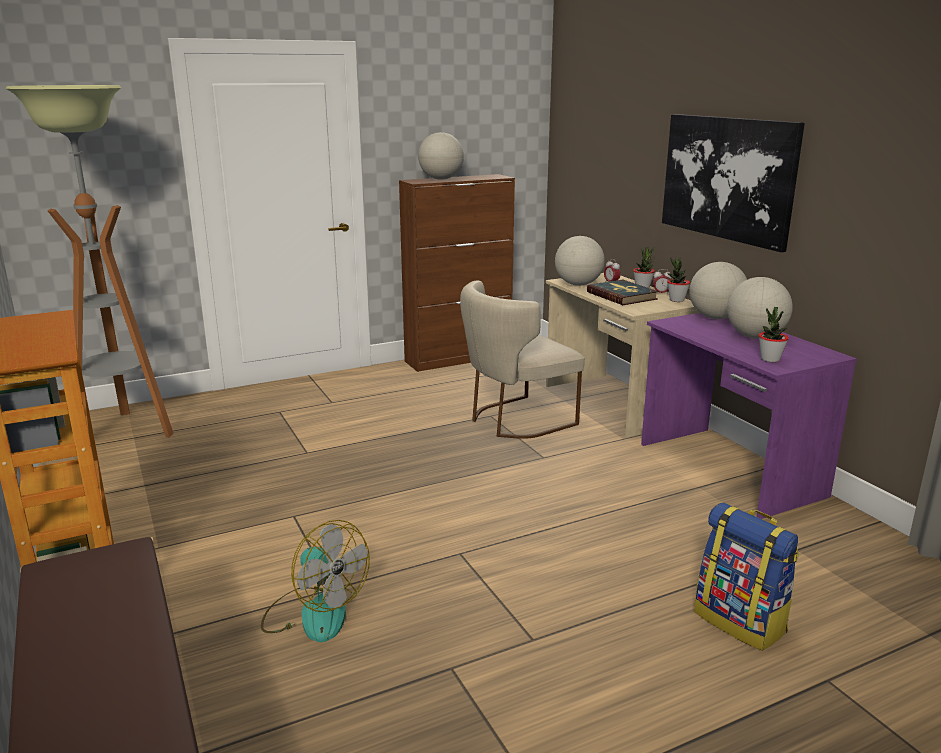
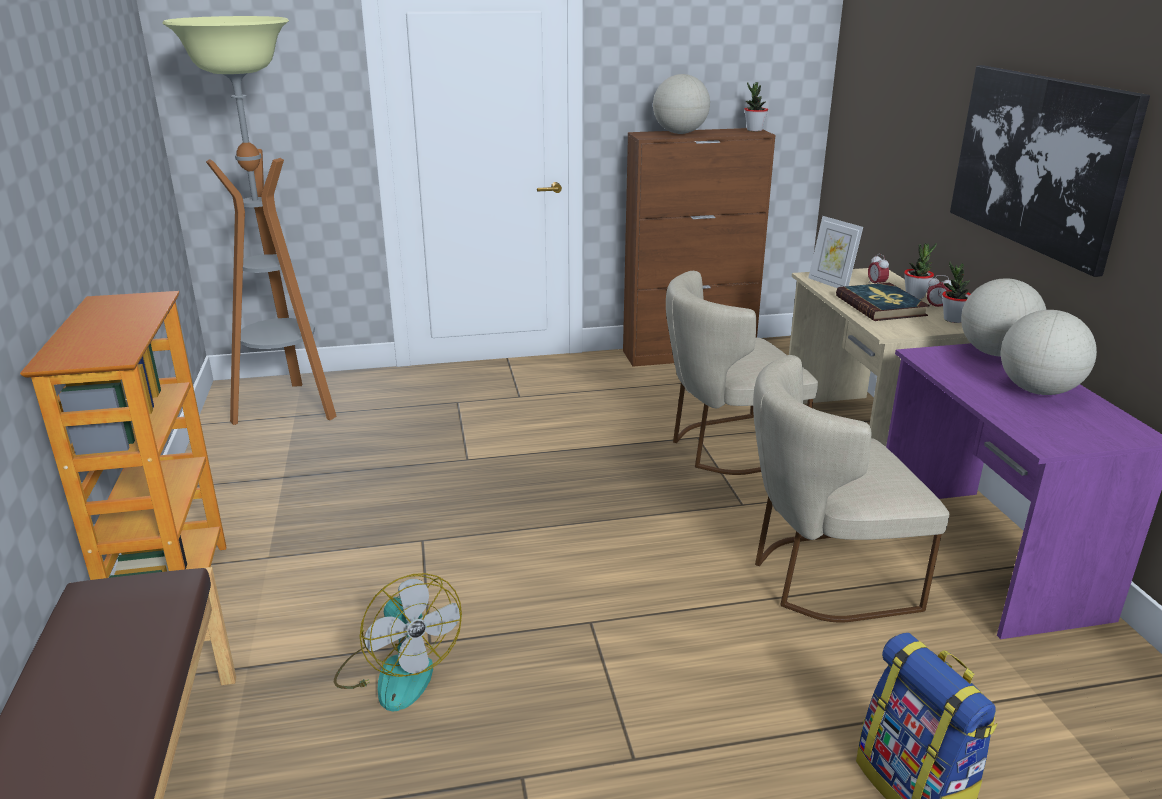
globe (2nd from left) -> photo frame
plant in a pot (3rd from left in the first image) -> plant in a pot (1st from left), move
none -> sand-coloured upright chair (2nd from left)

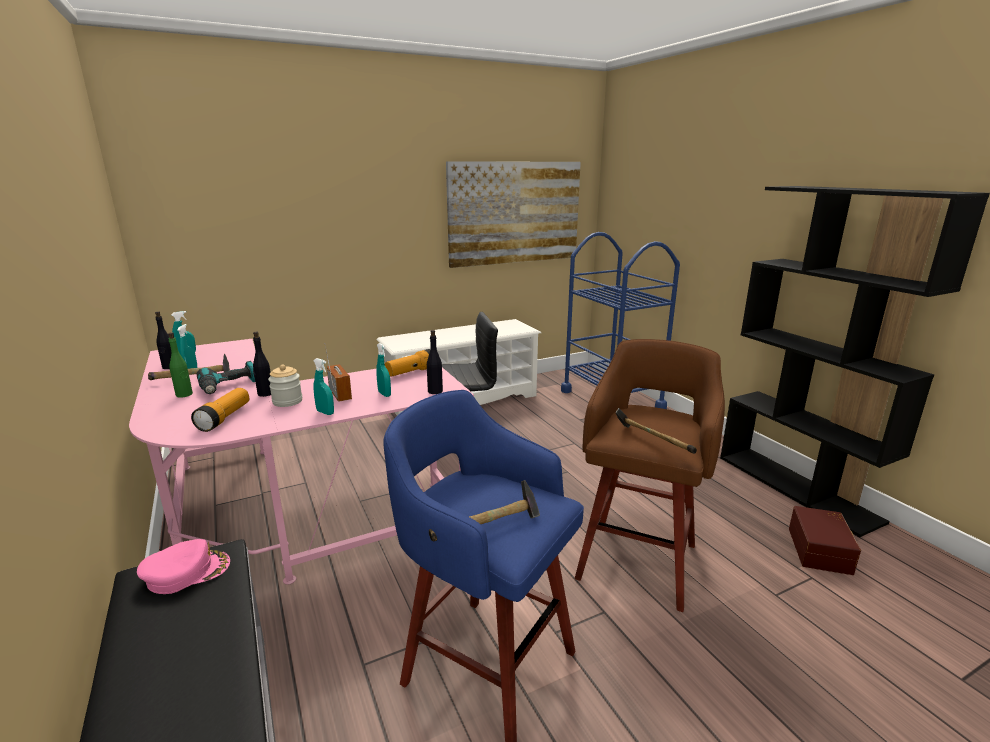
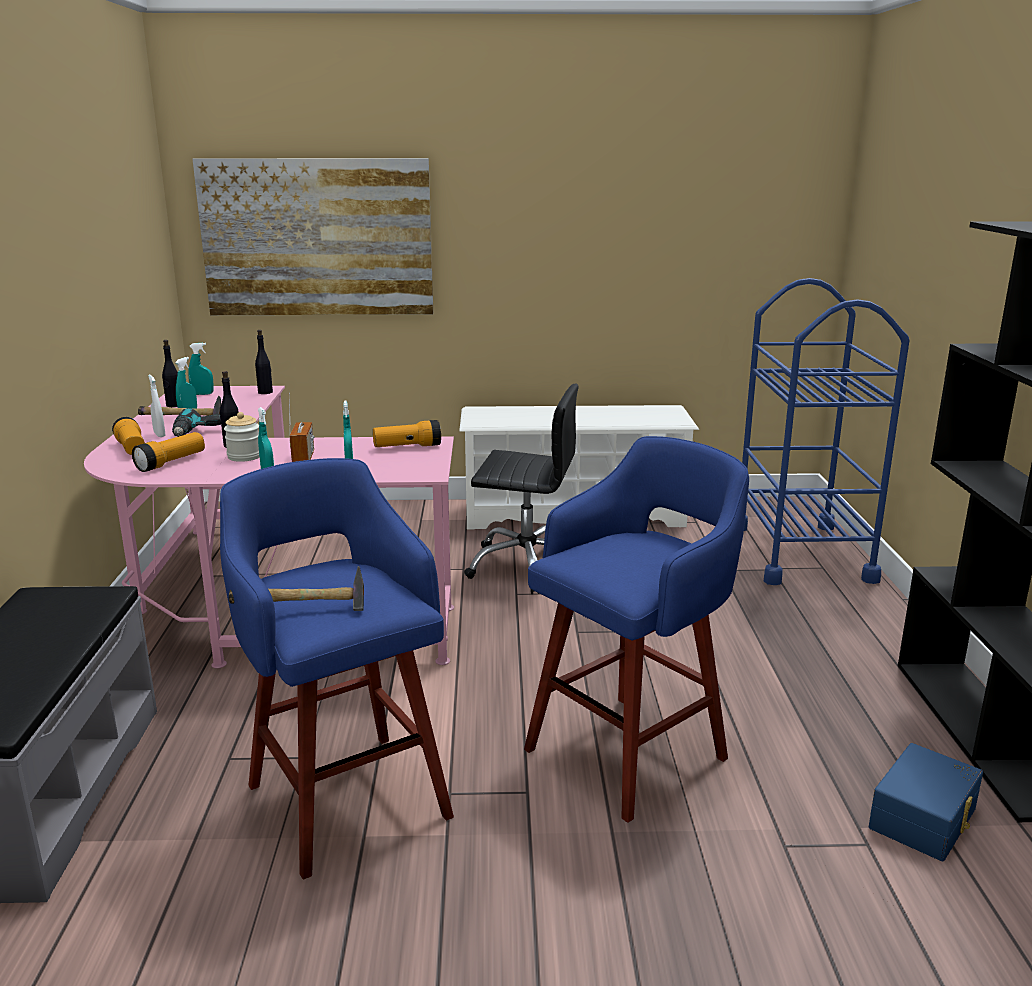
pink-coloured peaked cap -> none
greenish beverage bottle -> whitish sprayer
black-coloured beverage bottle (3rd from left), move
wall picture, move
brownish sitting stool -> bluish sitting stool (2nd from left)
hand hammer (3rd from left) -> none
brownish storage box -> bluish storage box
none -> flashlight (1st from left)

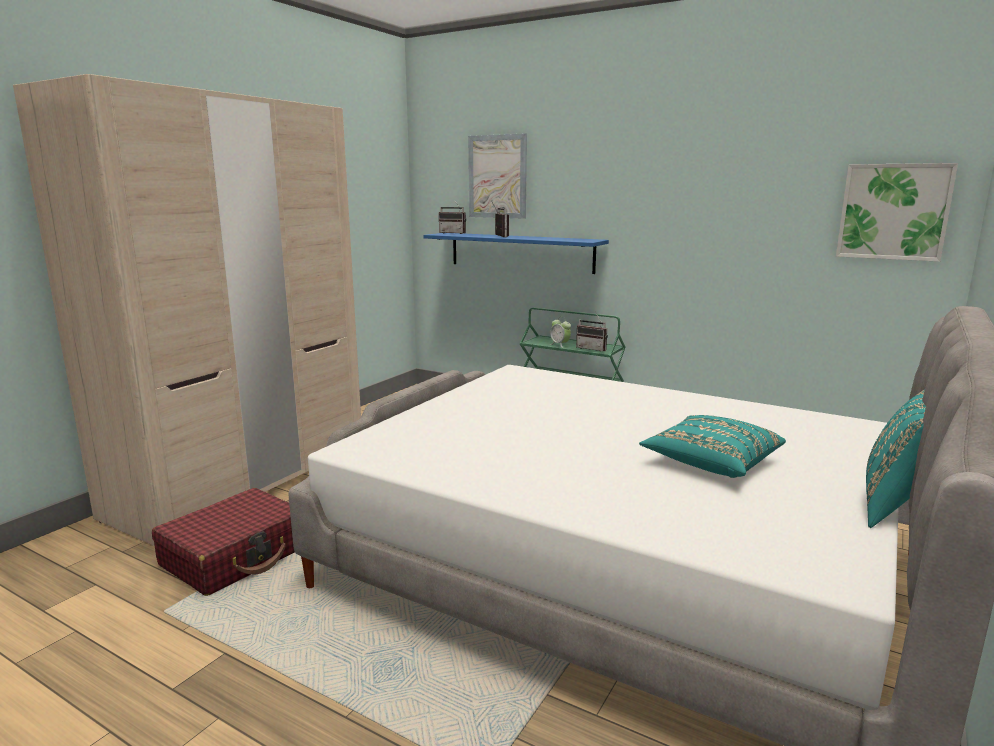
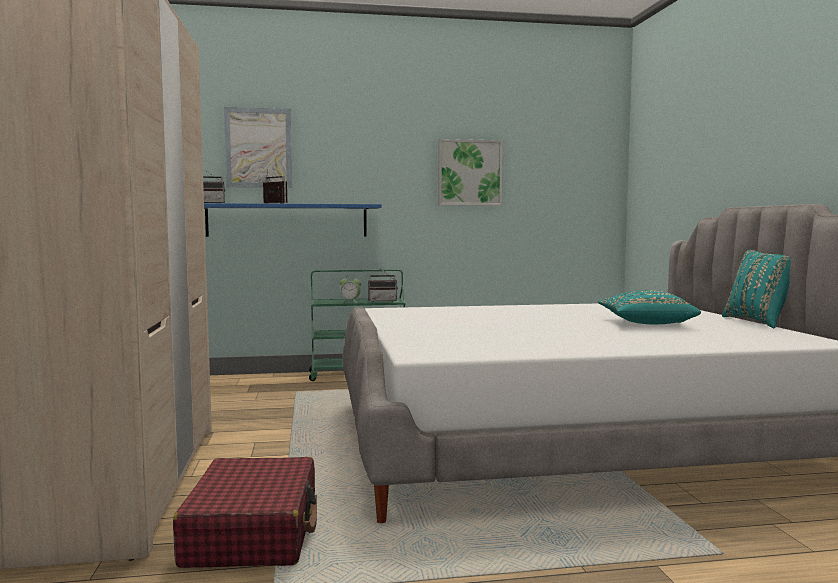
wall picture (2nd from left), move

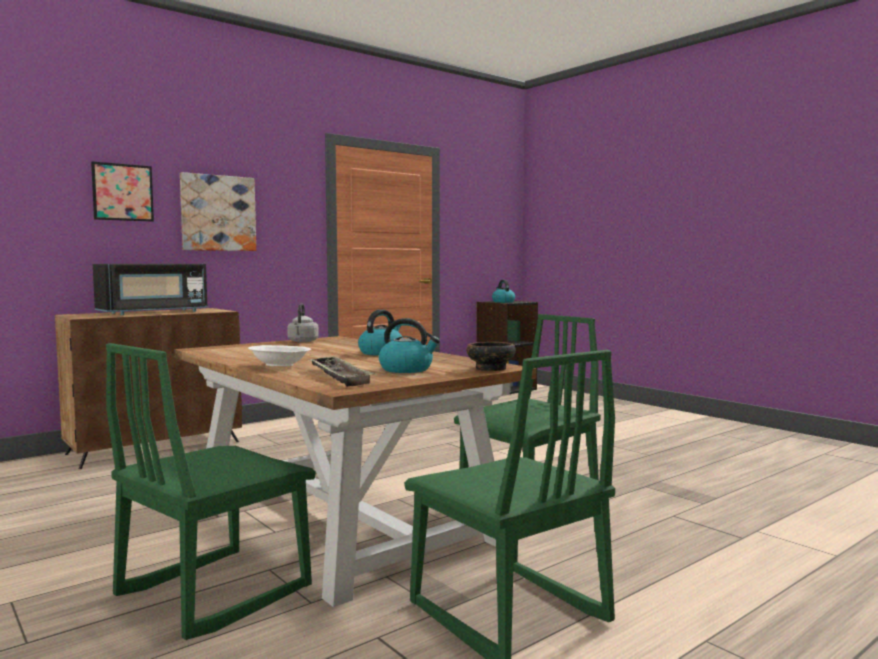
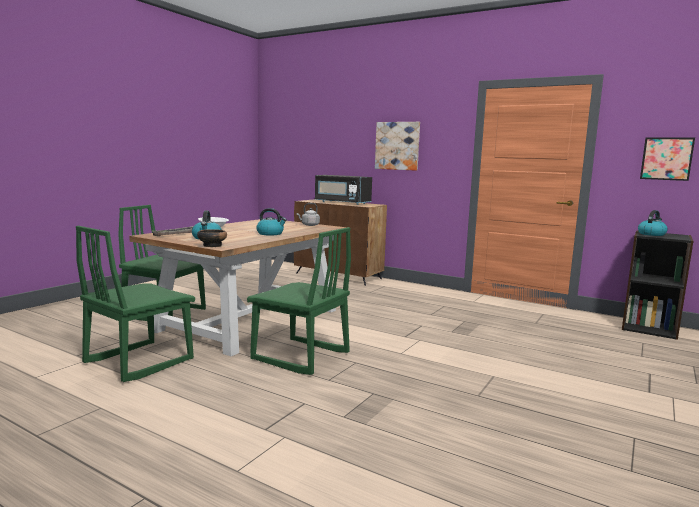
wall picture (1st from left in the first image) -> wall picture (2nd from left), move

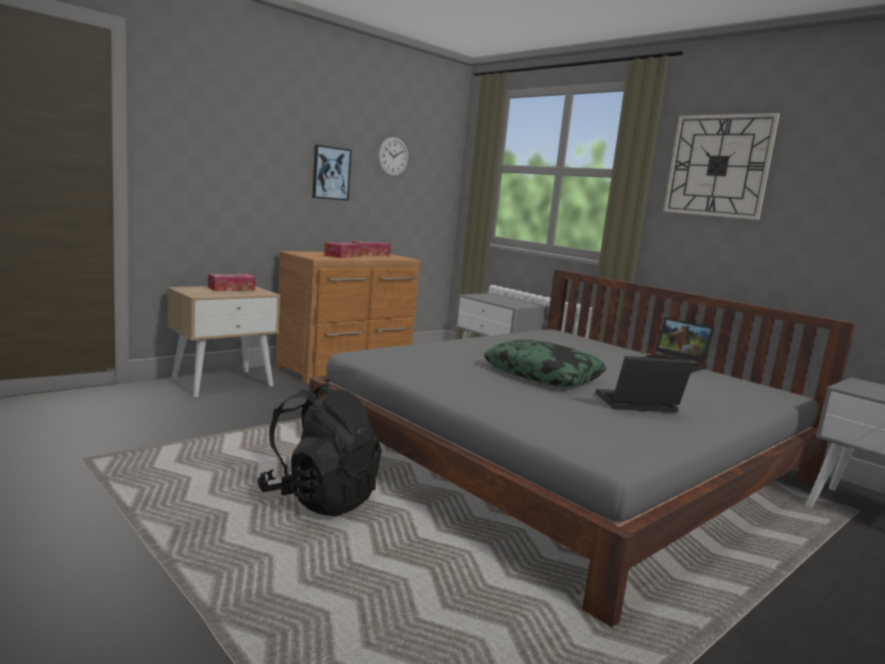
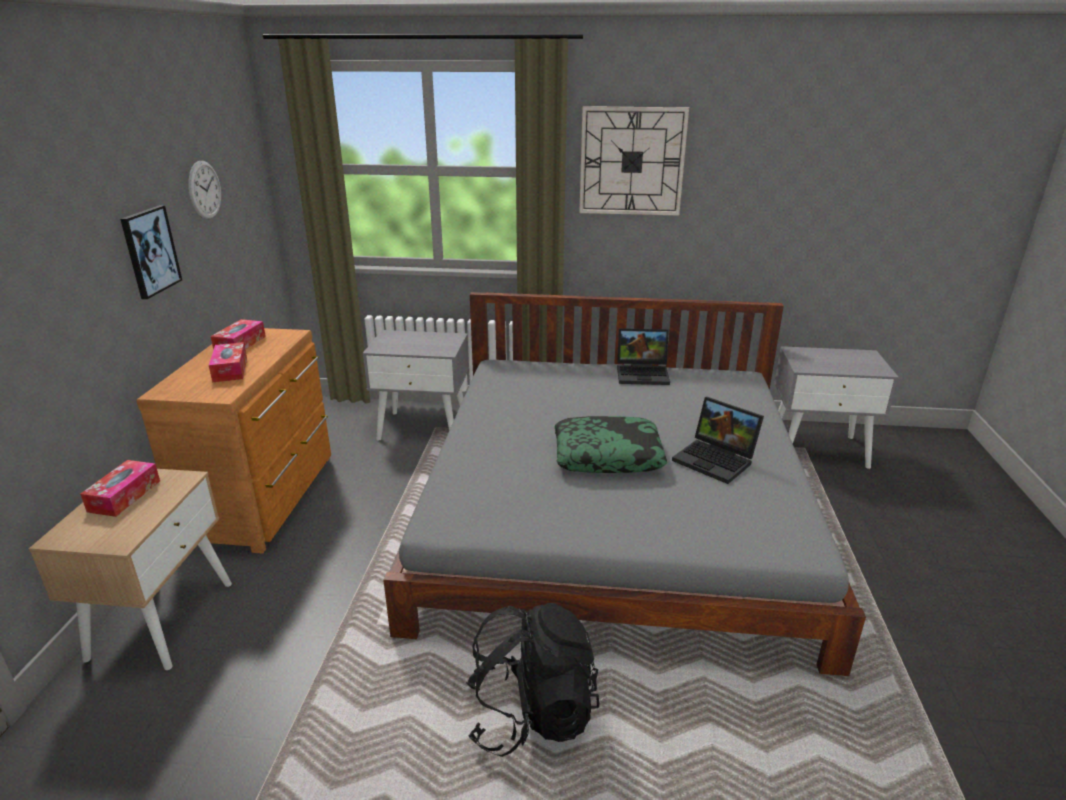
portable computer (1st from left in the first image) -> portable computer (2nd from left), 90 degrees counterclockwise

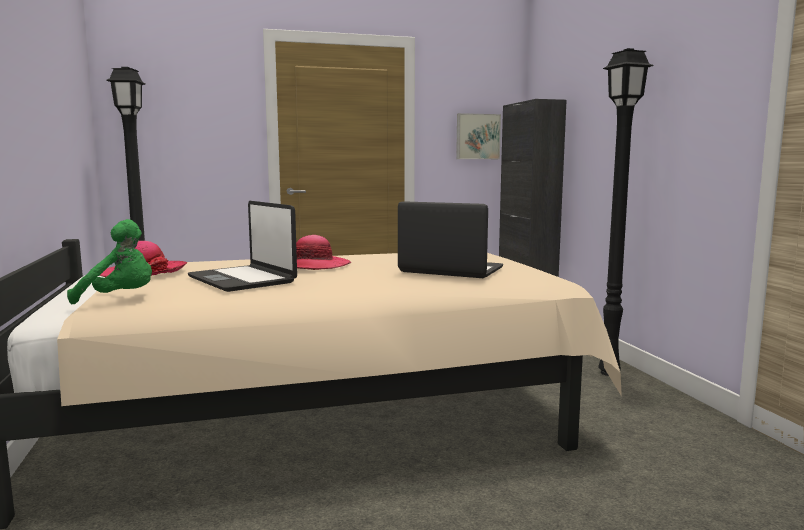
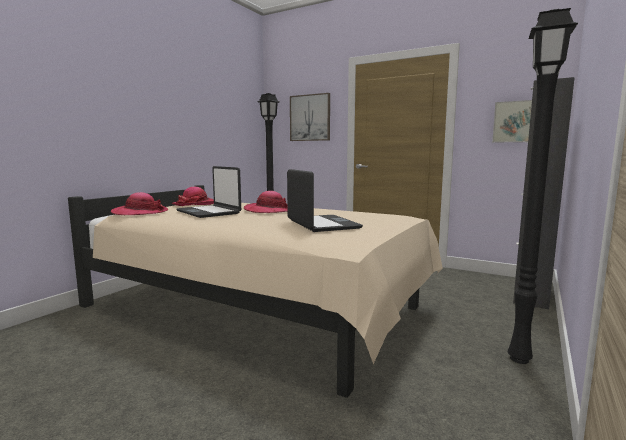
greenish soft toy -> hat (1st from left)
portable computer (1st from left), 45 degrees counterclockwise
none -> wall picture (1st from left)

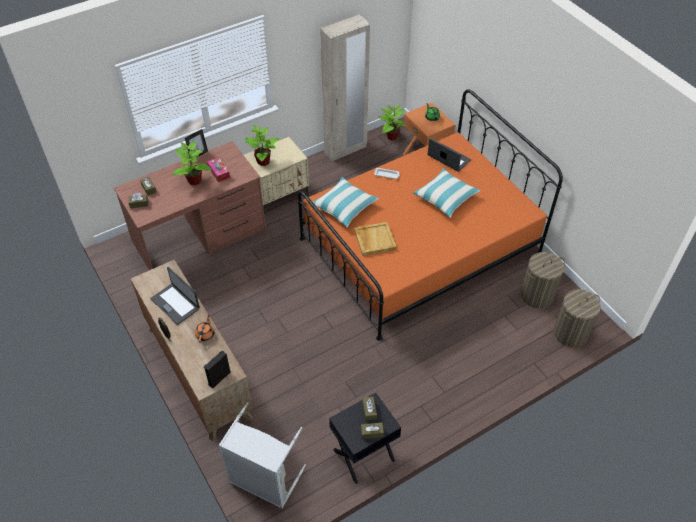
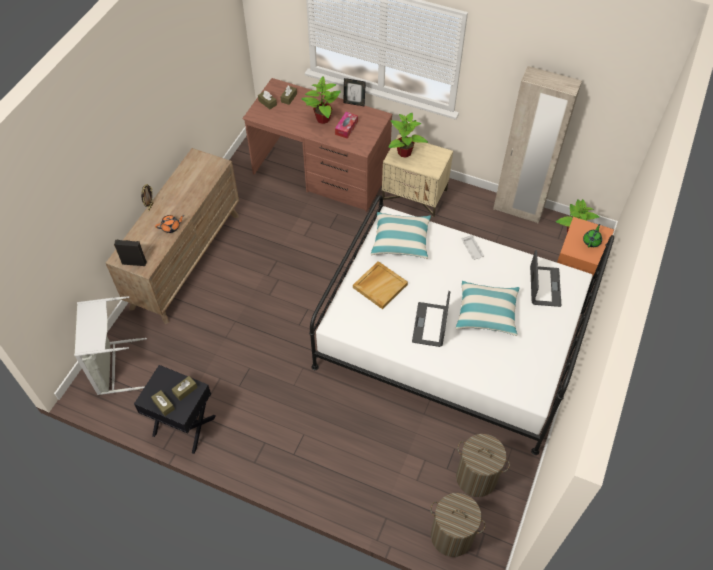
portable computer (1st from left), move
orangey bedroom bed -> whitish bedroom bed

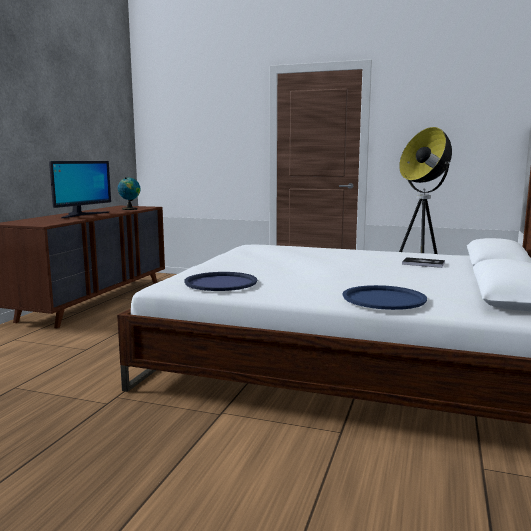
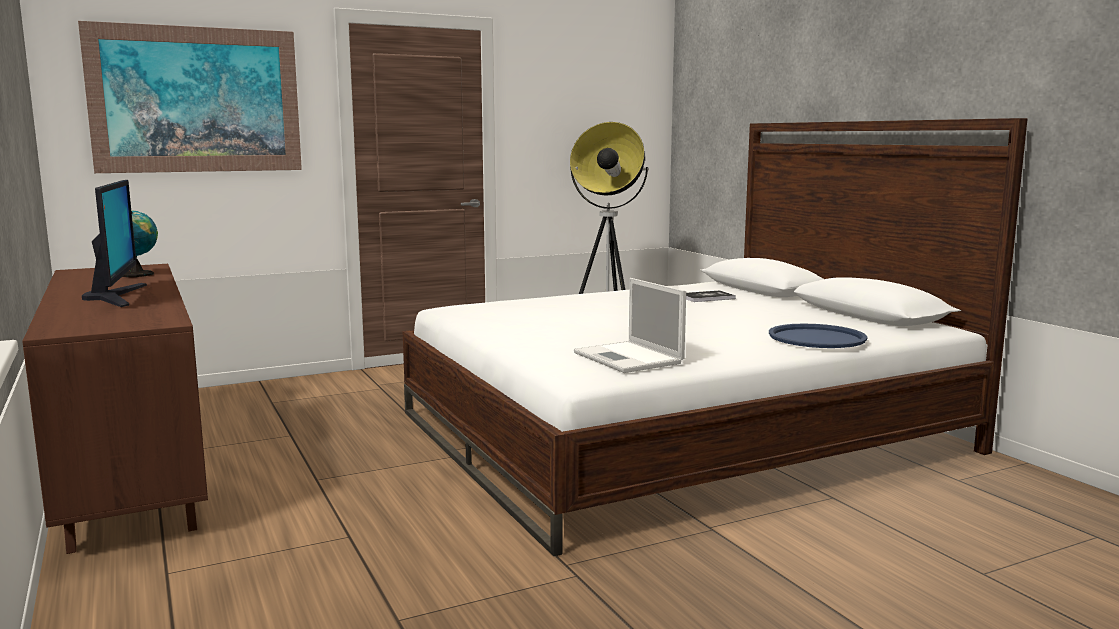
bluish carrying tray (1st from left) -> portable computer
none -> wall picture

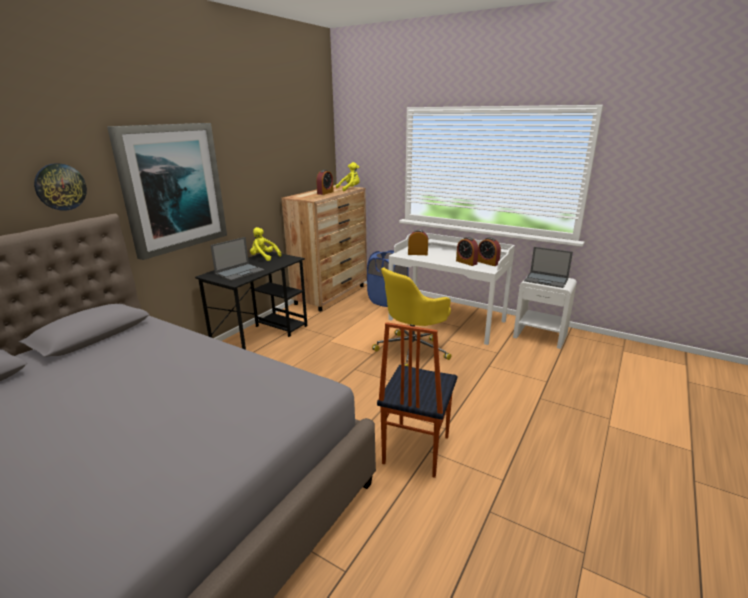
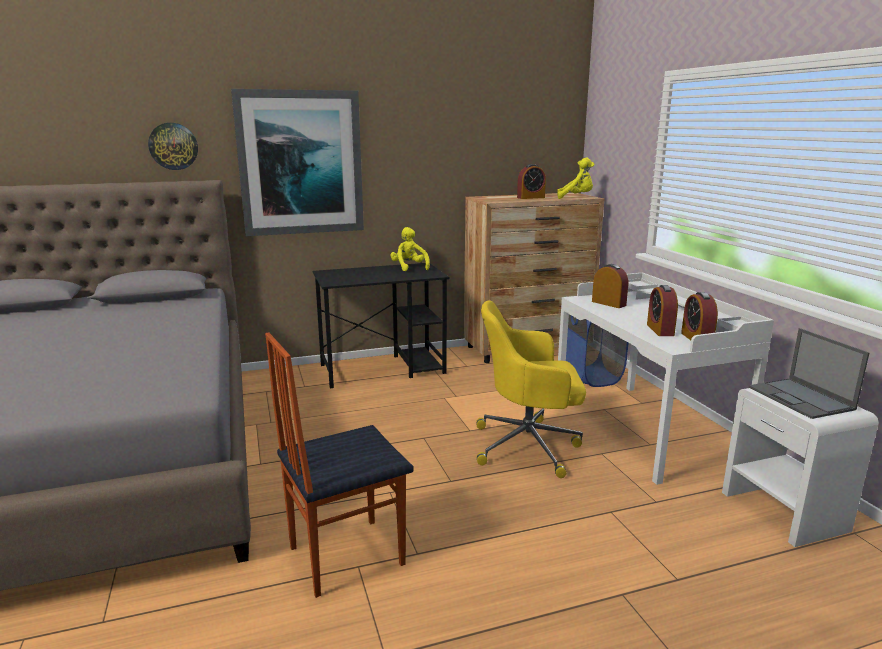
portable computer (1st from left) -> none

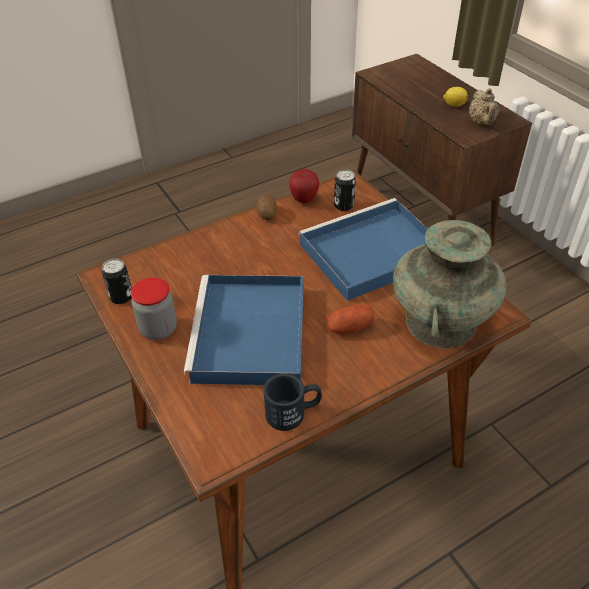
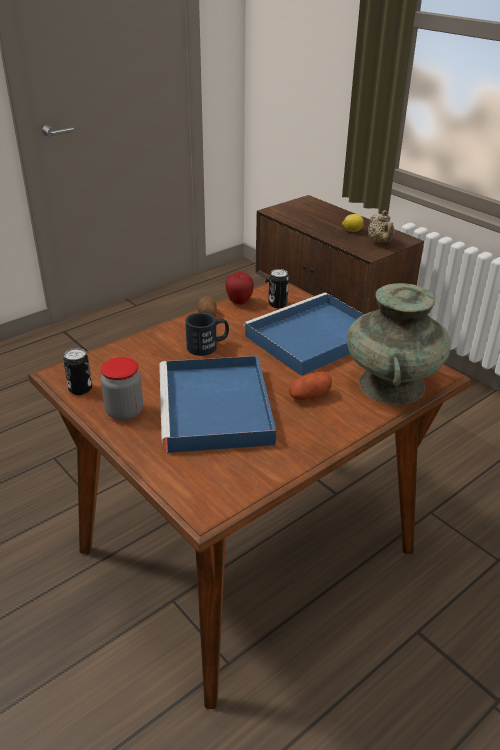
black-coloured tea mug, move

